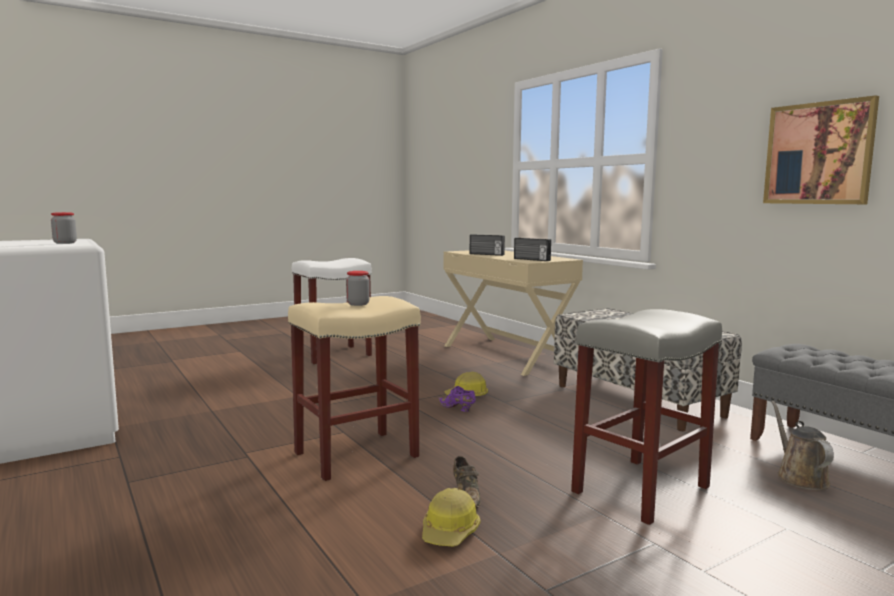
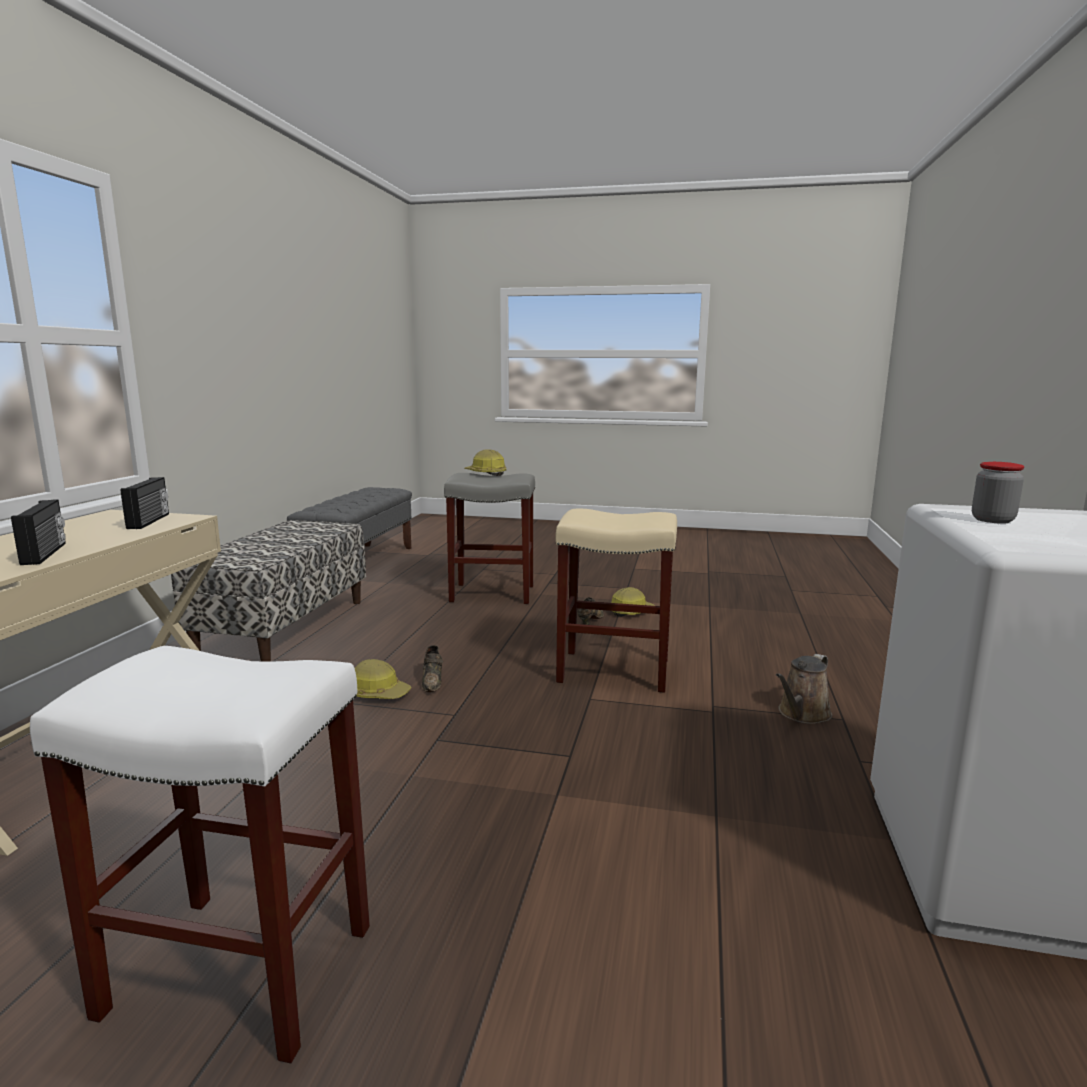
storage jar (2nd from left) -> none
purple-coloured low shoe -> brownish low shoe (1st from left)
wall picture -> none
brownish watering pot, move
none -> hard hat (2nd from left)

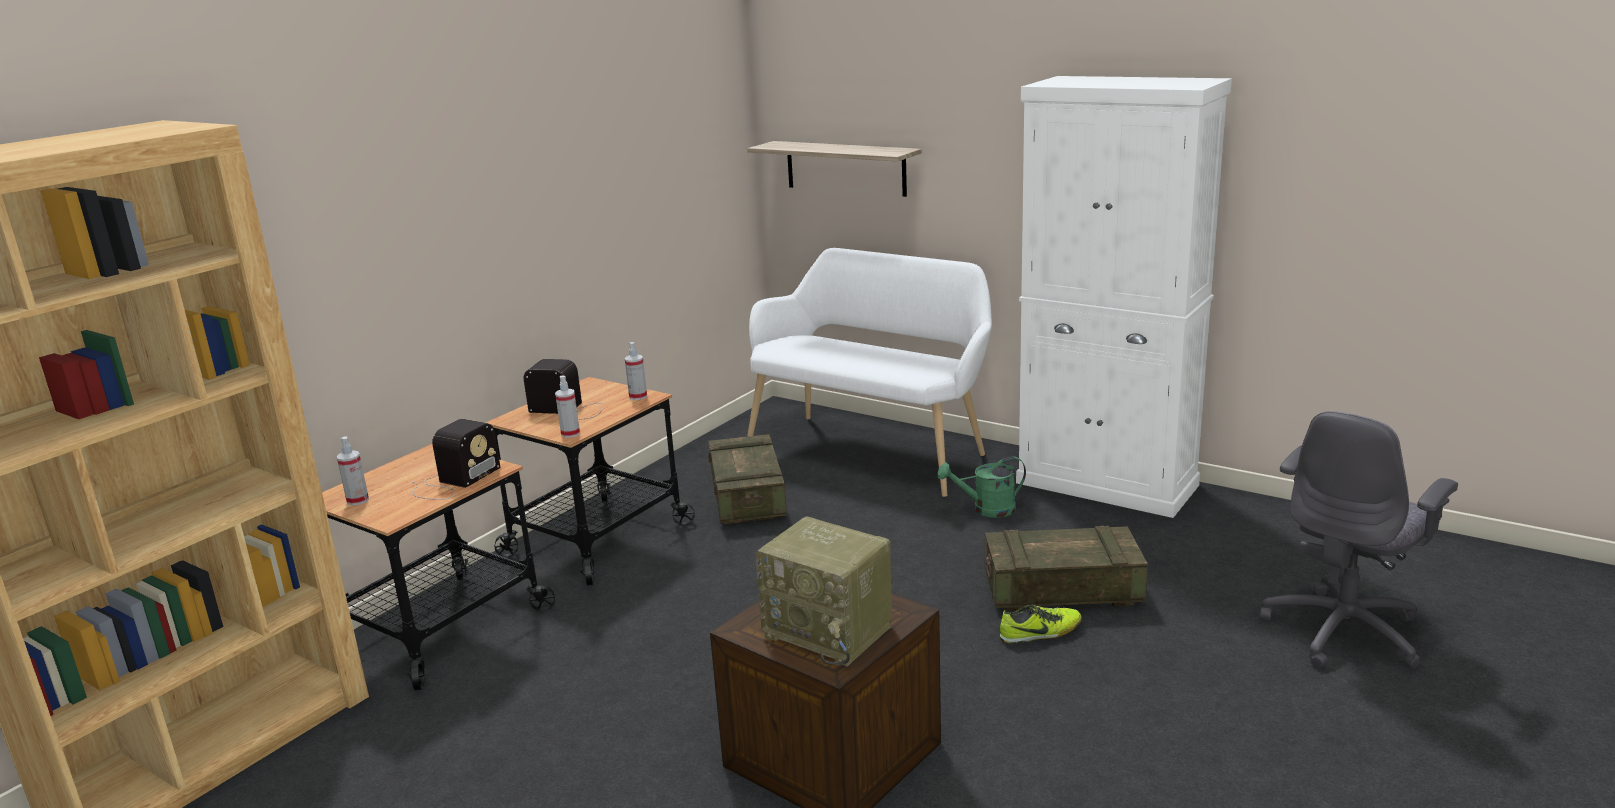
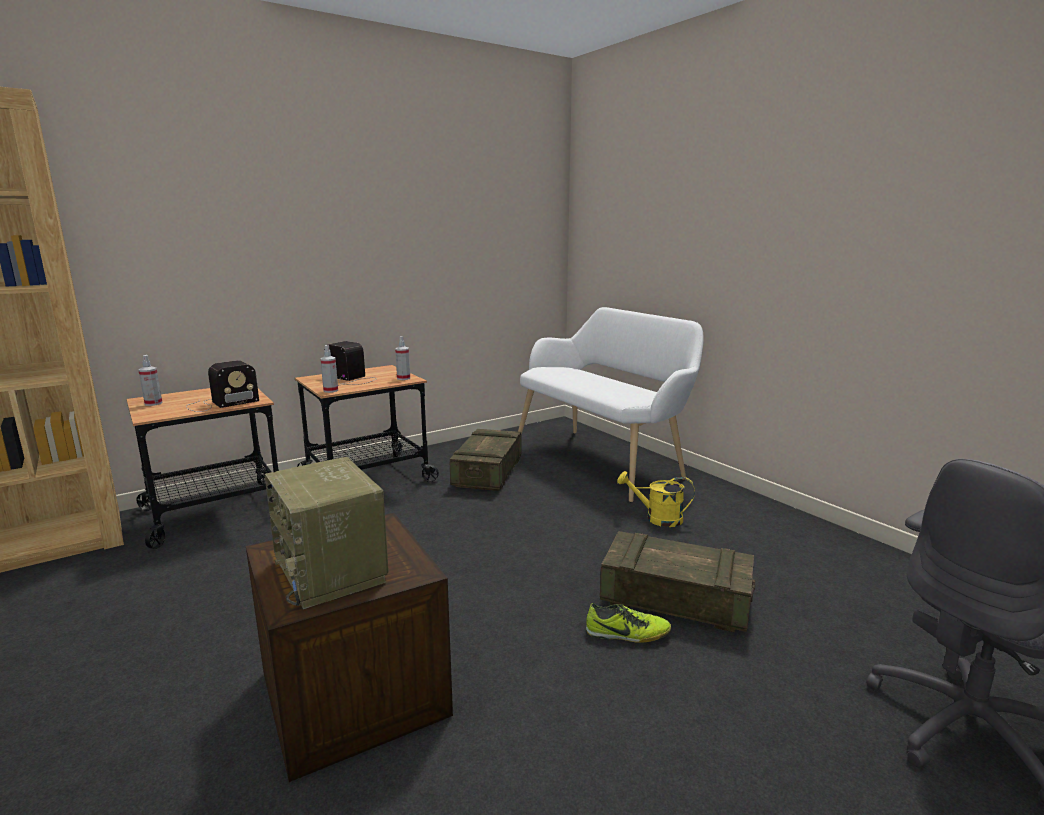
bracket shelf -> none
greenish watering pot -> yellowish watering pot
whitish cupboard -> none

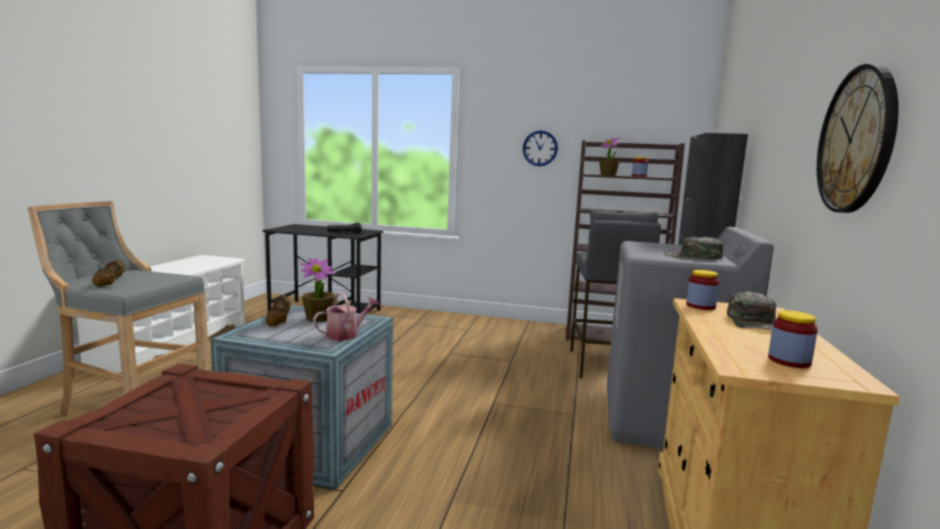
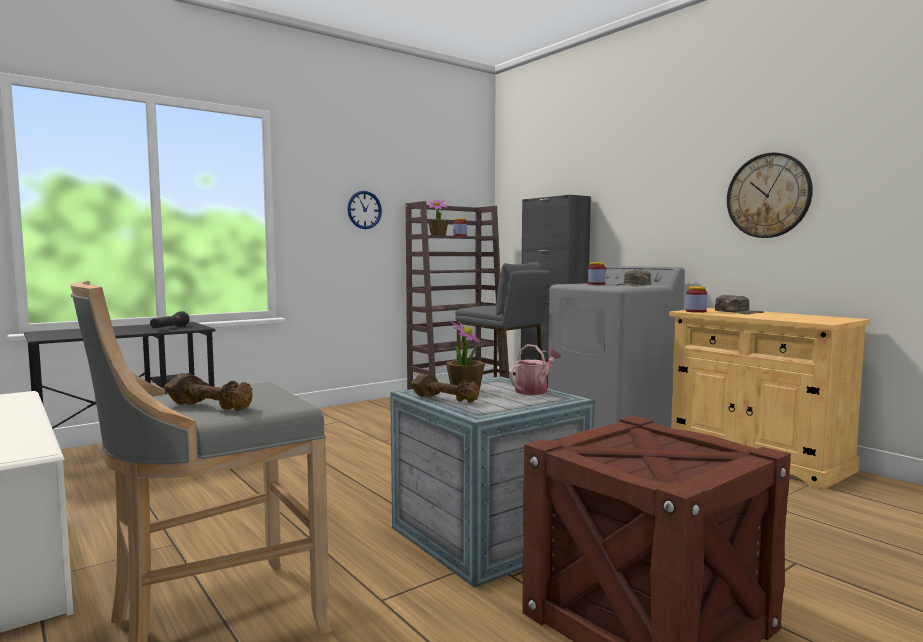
watering pot, 45 degrees clockwise
storage jar (3rd from left in the first image) -> storage jar (2nd from left), move

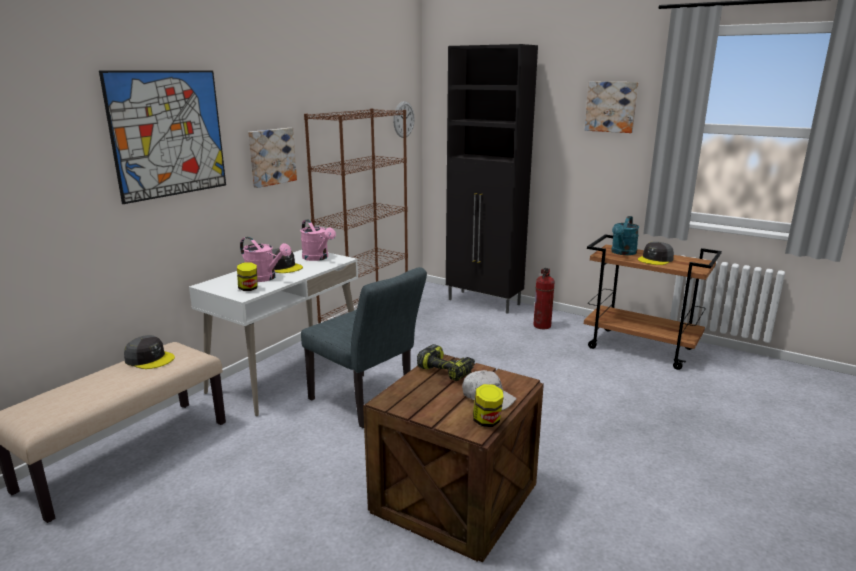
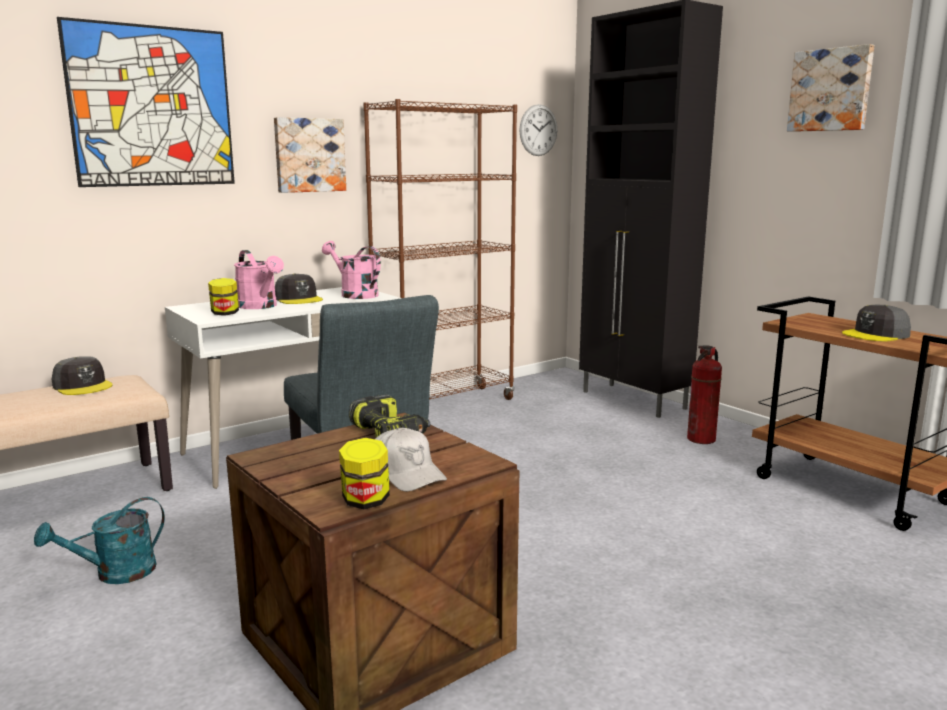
pink-coloured watering pot (2nd from left), 150 degrees clockwise
turquoise watering pot, move

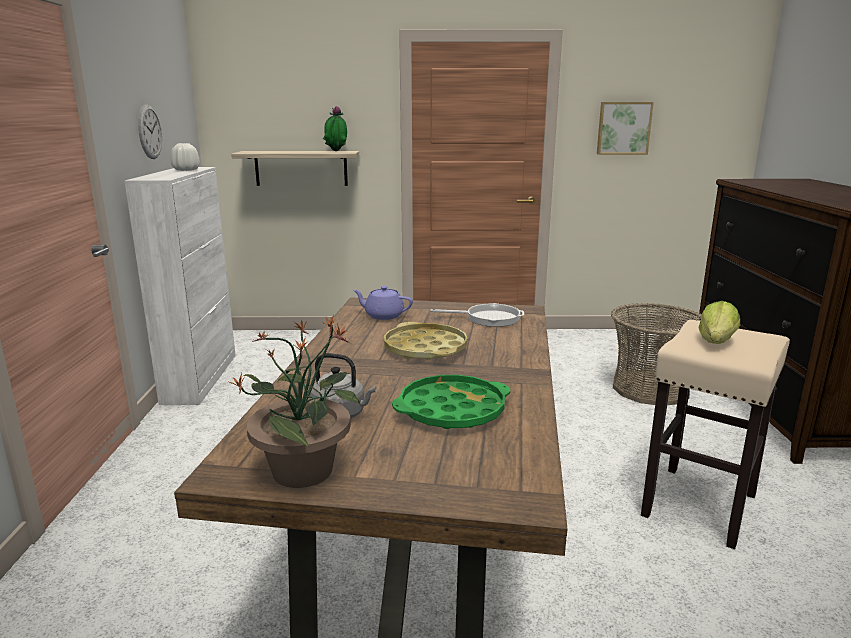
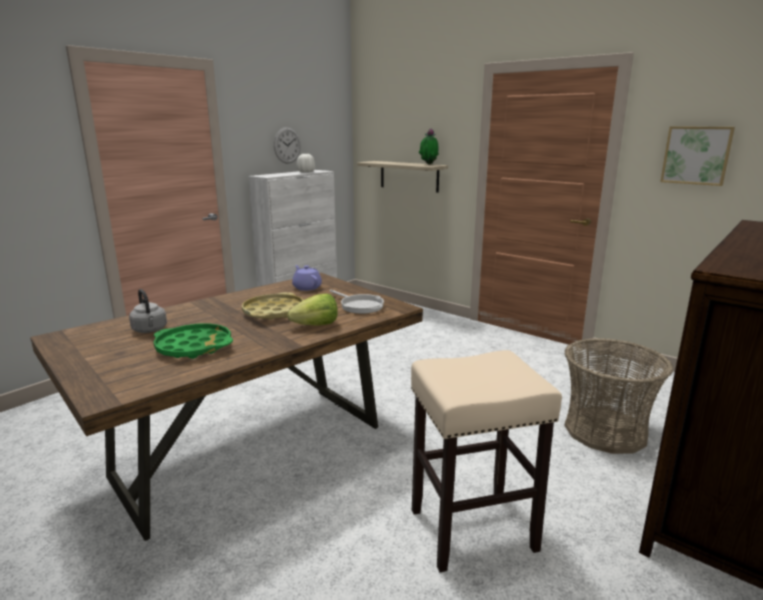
plant in a pot (1st from left) -> none
lettuce head, move

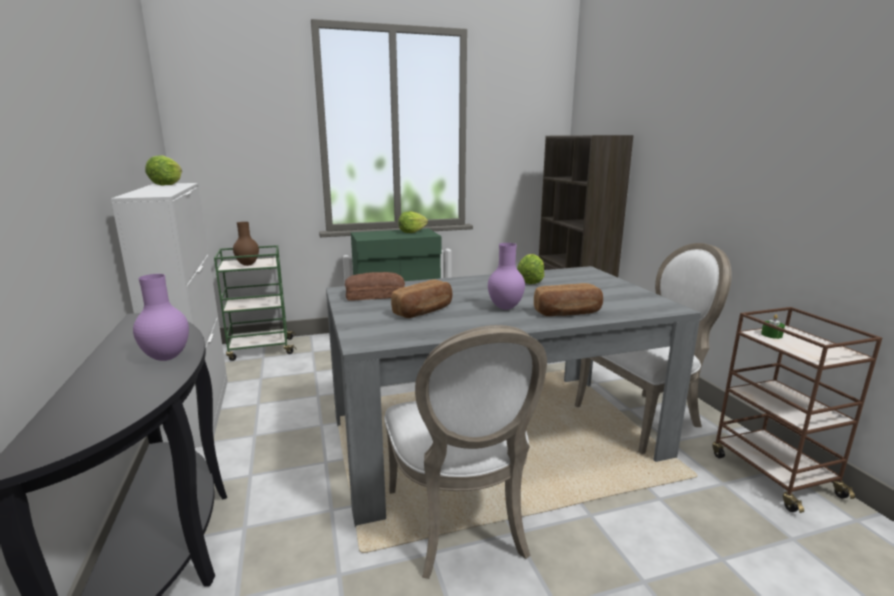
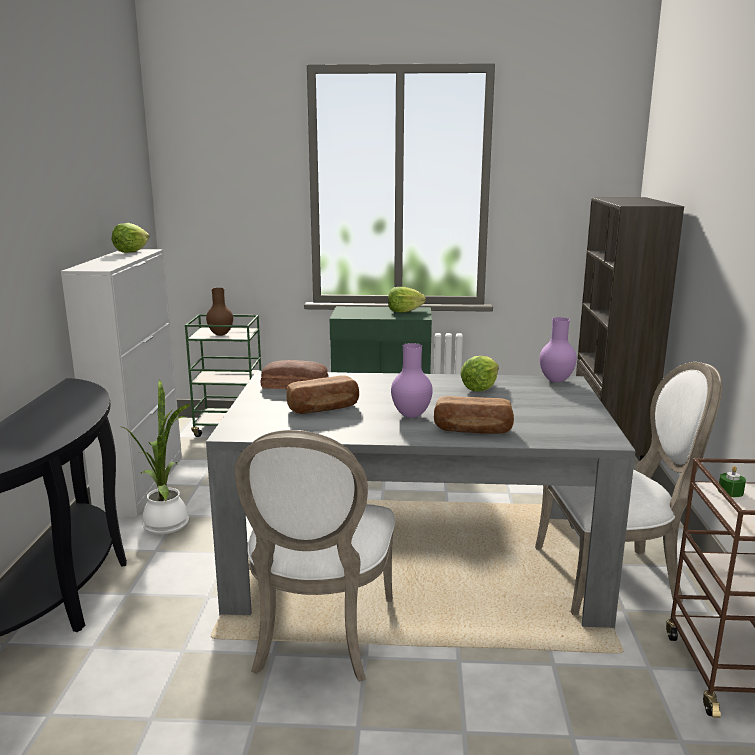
purple-coloured decorative vase (1st from left in the first image) -> purple-coloured decorative vase (2nd from left), move
none -> plant in a pot

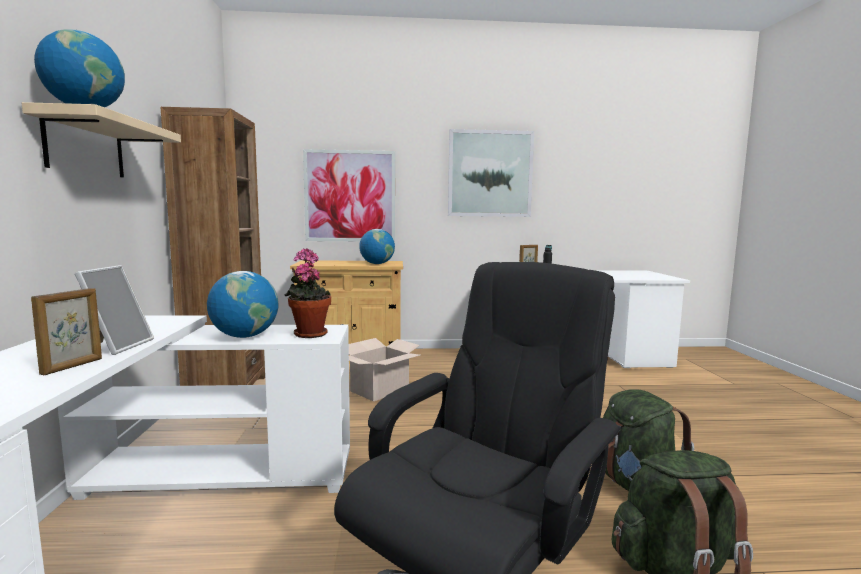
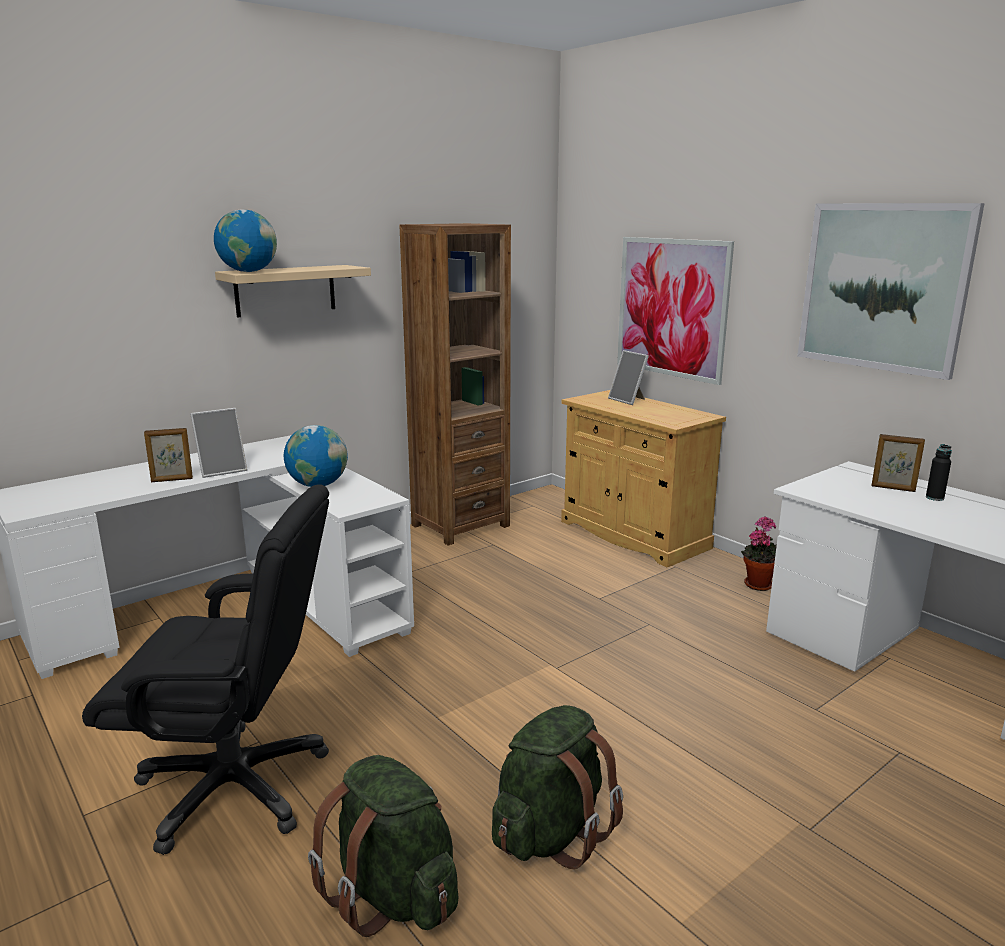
plant in a pot, move
carton -> none
globe (3rd from left) -> none
none -> photo frame (3rd from left)

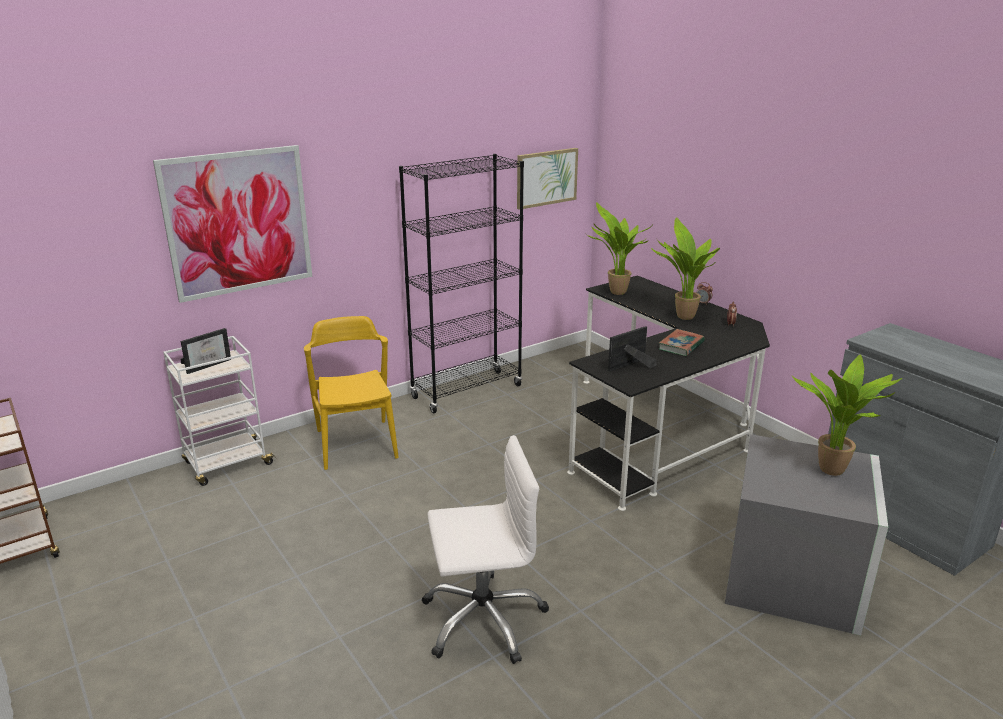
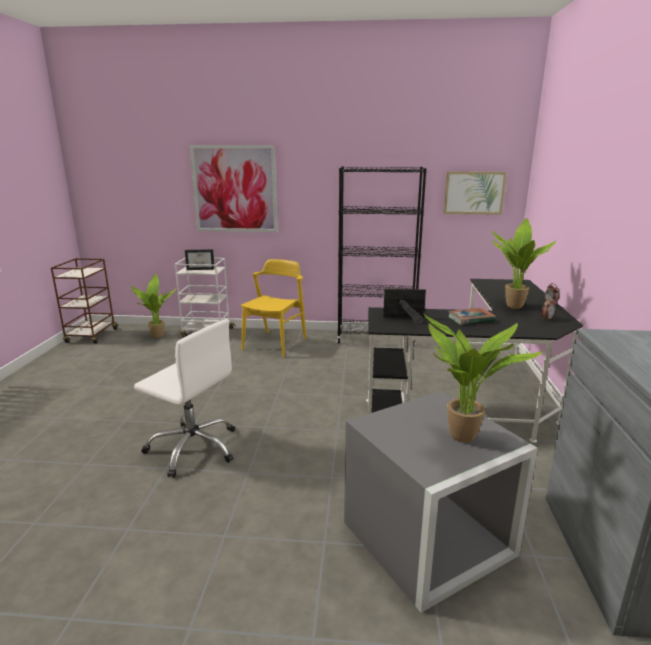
plant in a pot (1st from left), move

